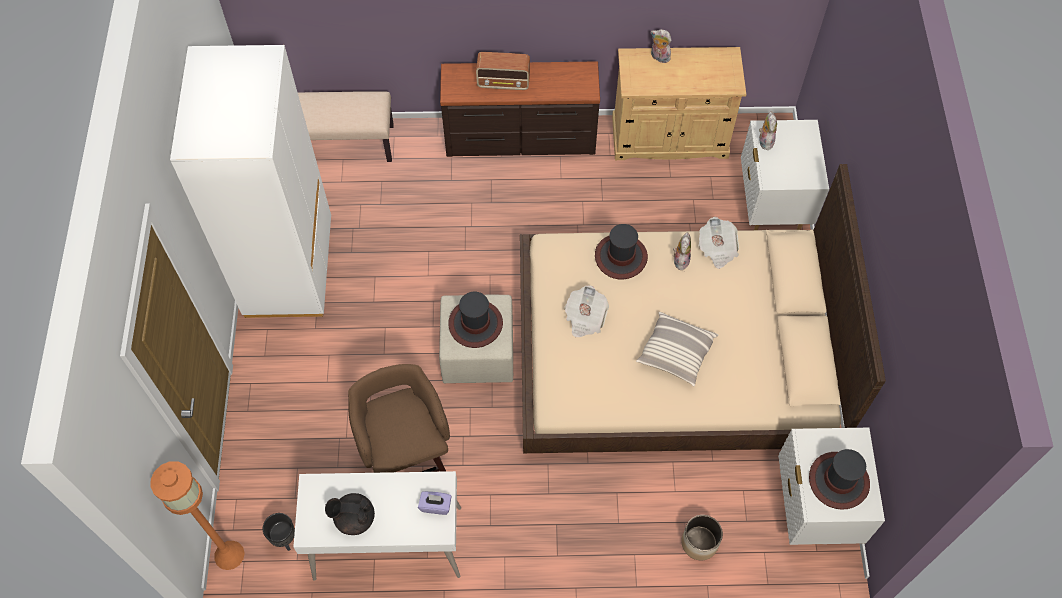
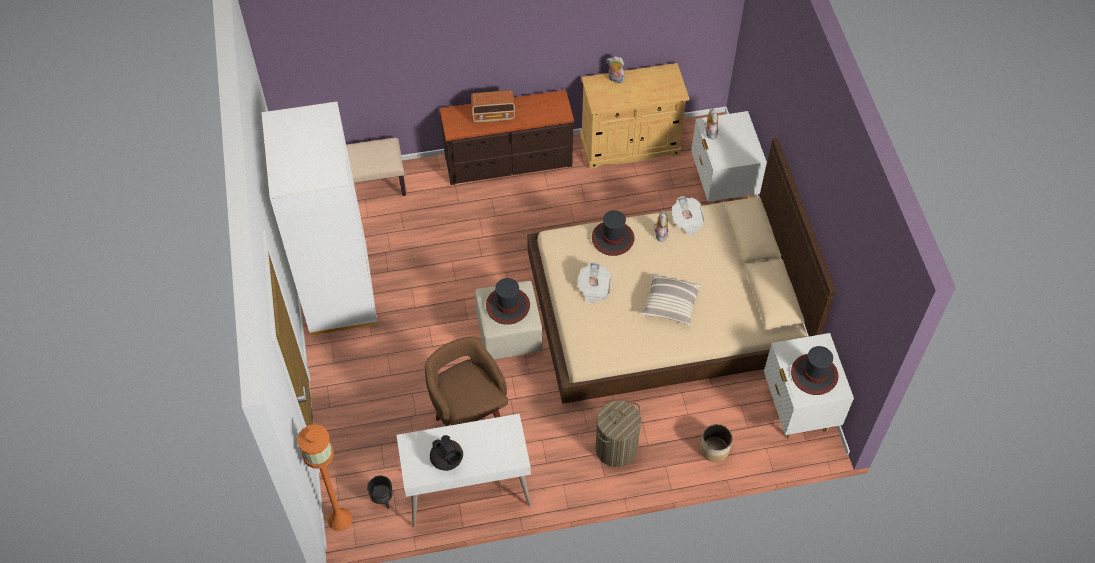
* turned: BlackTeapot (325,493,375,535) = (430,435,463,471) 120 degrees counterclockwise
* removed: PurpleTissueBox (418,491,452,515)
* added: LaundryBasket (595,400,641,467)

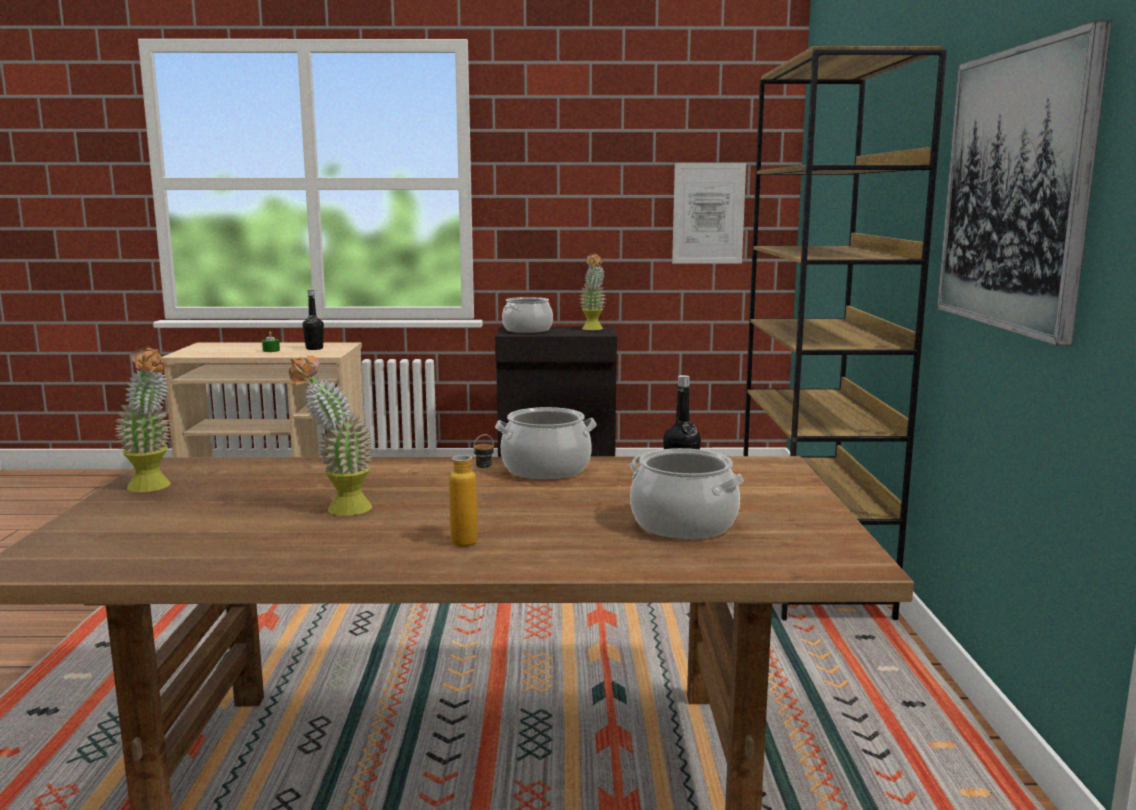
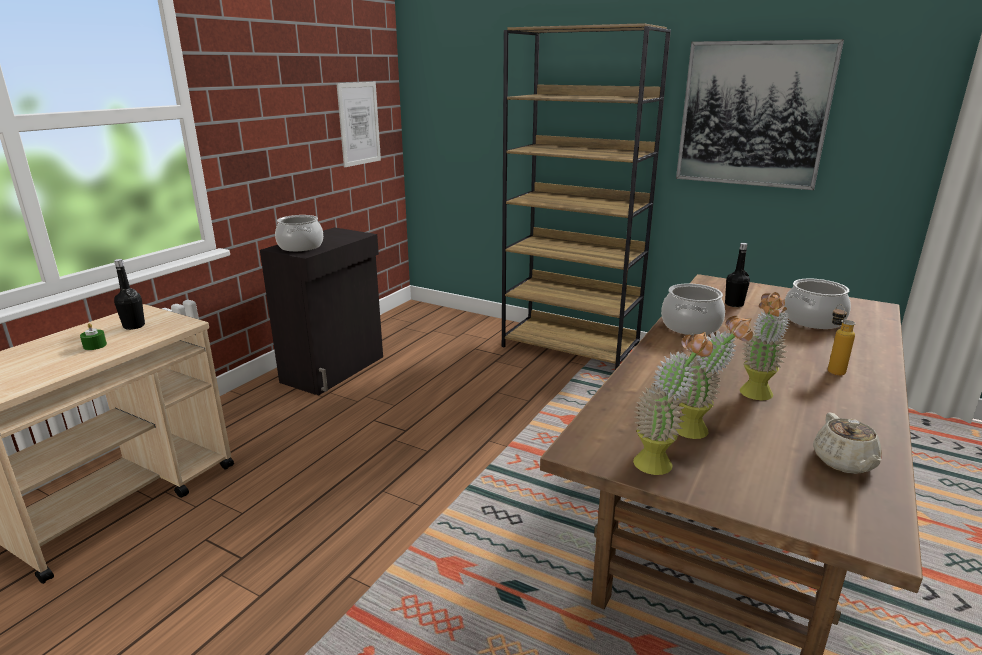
* moved: PottedPlant (579,253,606,330) to (676,316,753,439)
* added: BeigeTeapot (813,413,882,474)

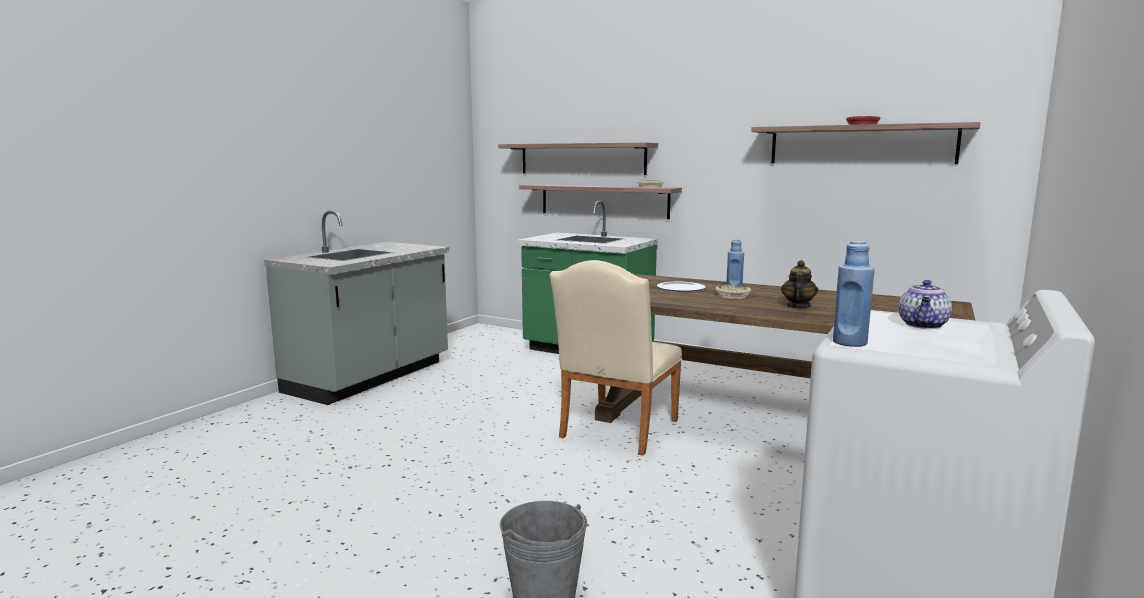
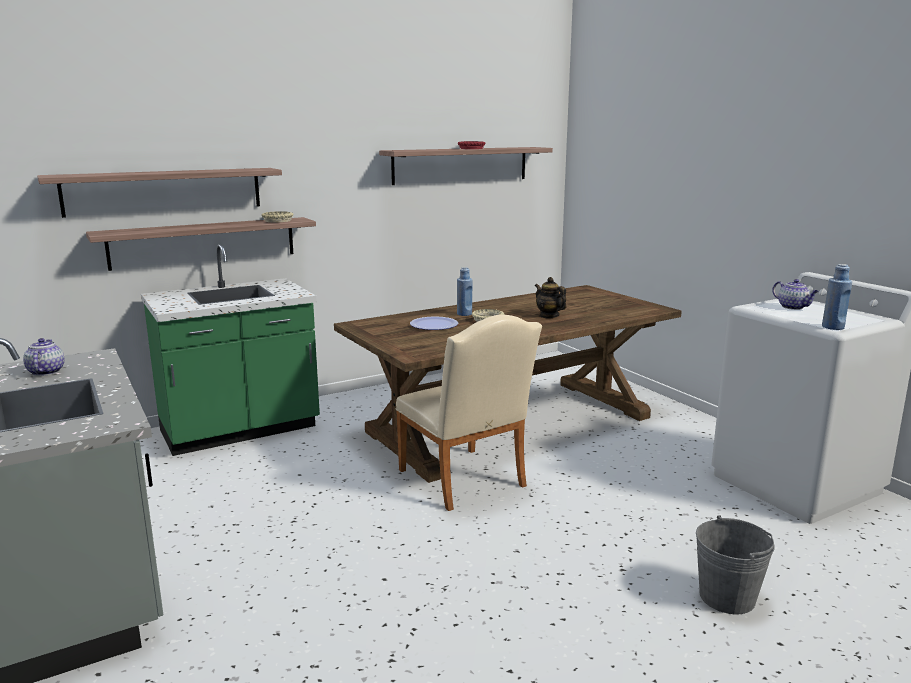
* added: Teapot (23,338,64,376)

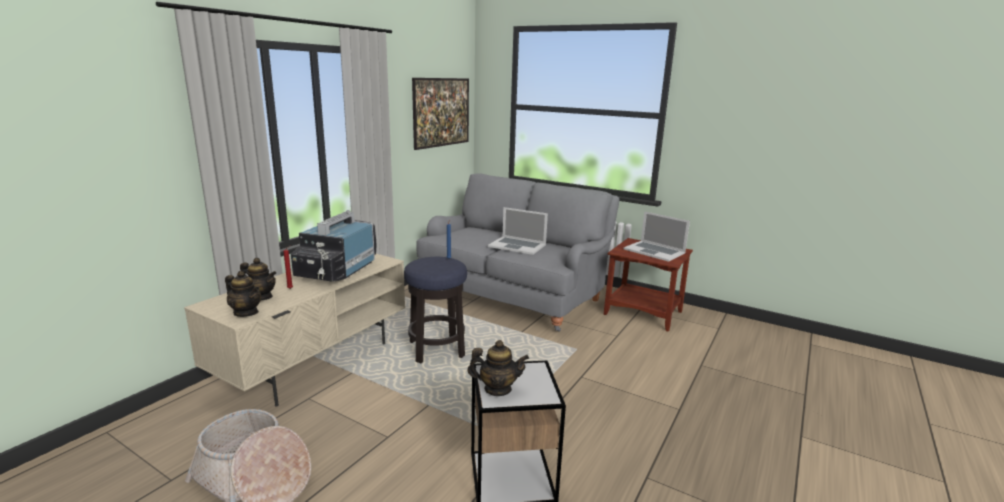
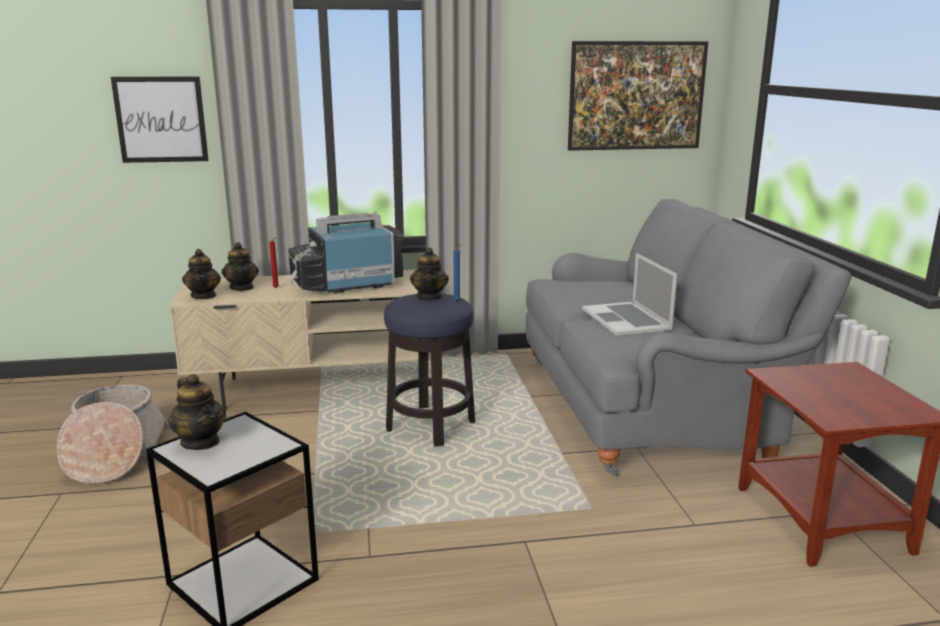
* removed: Laptop (624,211,690,262)
* added: Picture (111,77,209,163)
* added: Teapot (410,247,449,301)

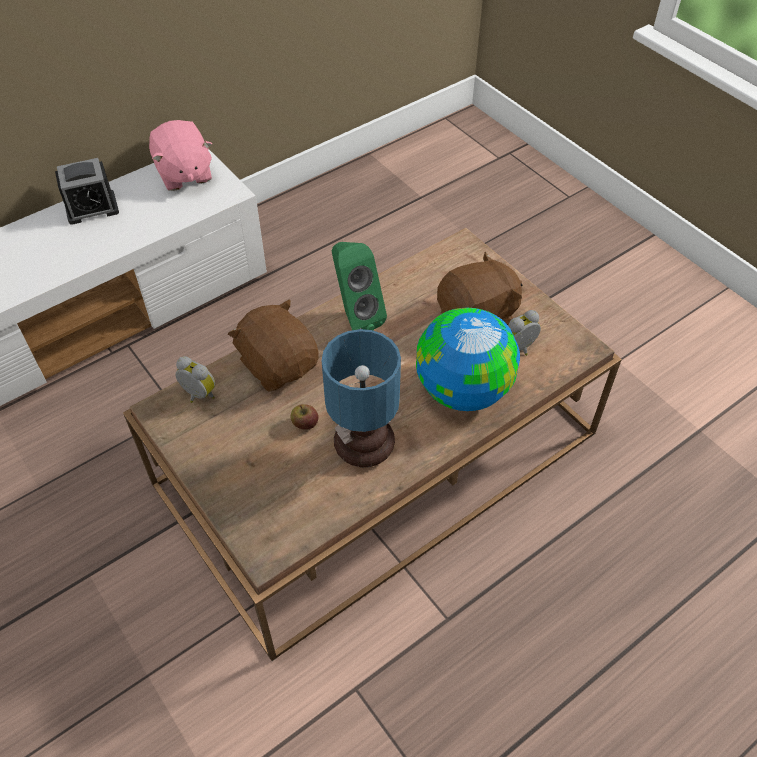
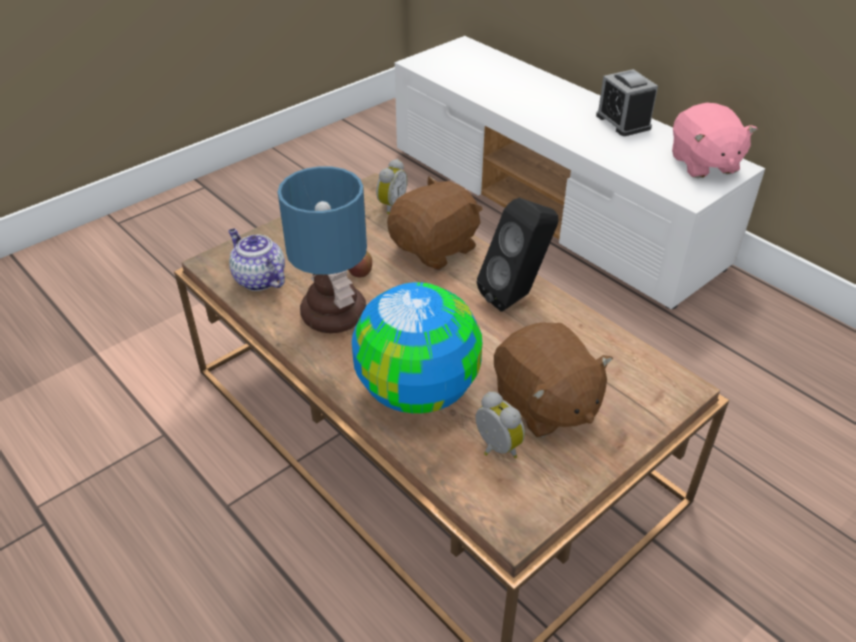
* turned: PinkPlushToy (149,120,212,191) = (672,103,757,178) 75 degrees counterclockwise
* recoloured: GreenSpeaker (332,242,387,330) to BlackSpeaker (477,198,558,312)
* added: Teapot (228,229,285,291)

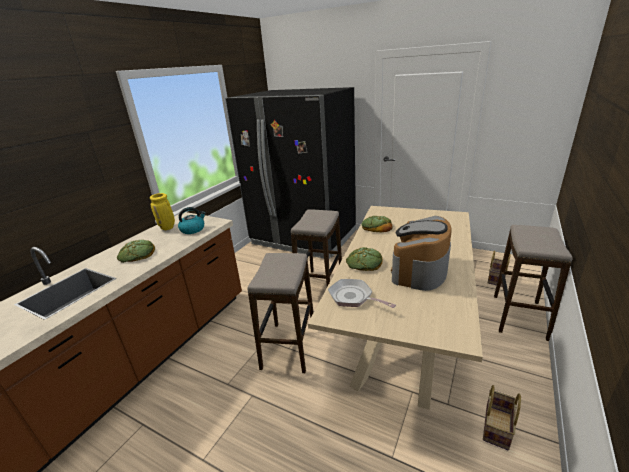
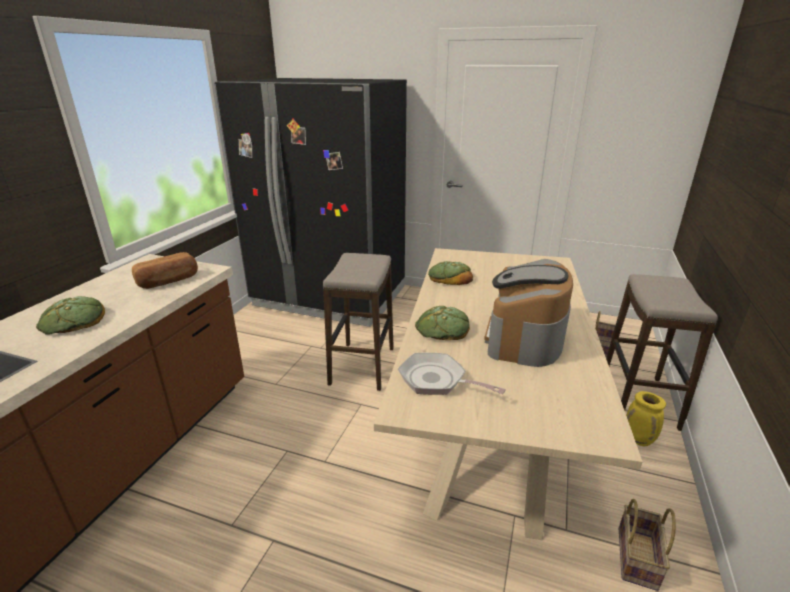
* moved: YellowVase (150,193,175,230) to (626,391,666,446)
* replaced: Kettle (178,207,206,234) to Bread (132,252,198,289)
* removed: Stool (247,253,314,373)

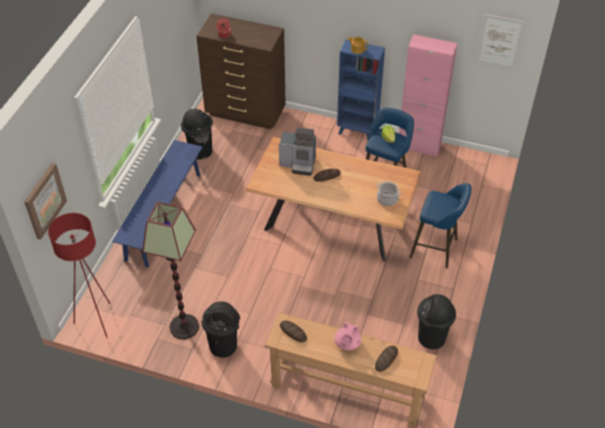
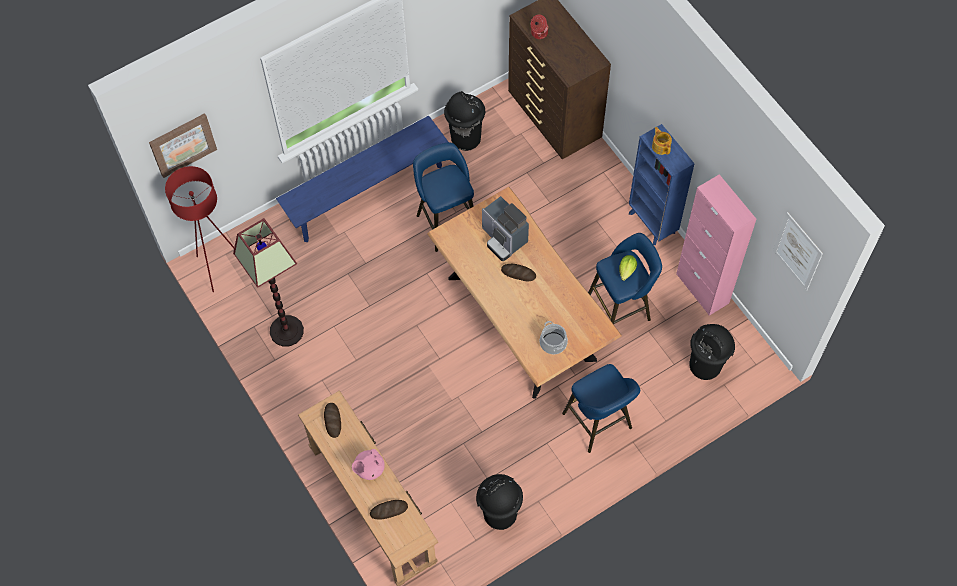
* moved: BlackTrashCan (202,301,240,358) to (689,324,735,380)
* added: BlueStool (413,143,474,252)

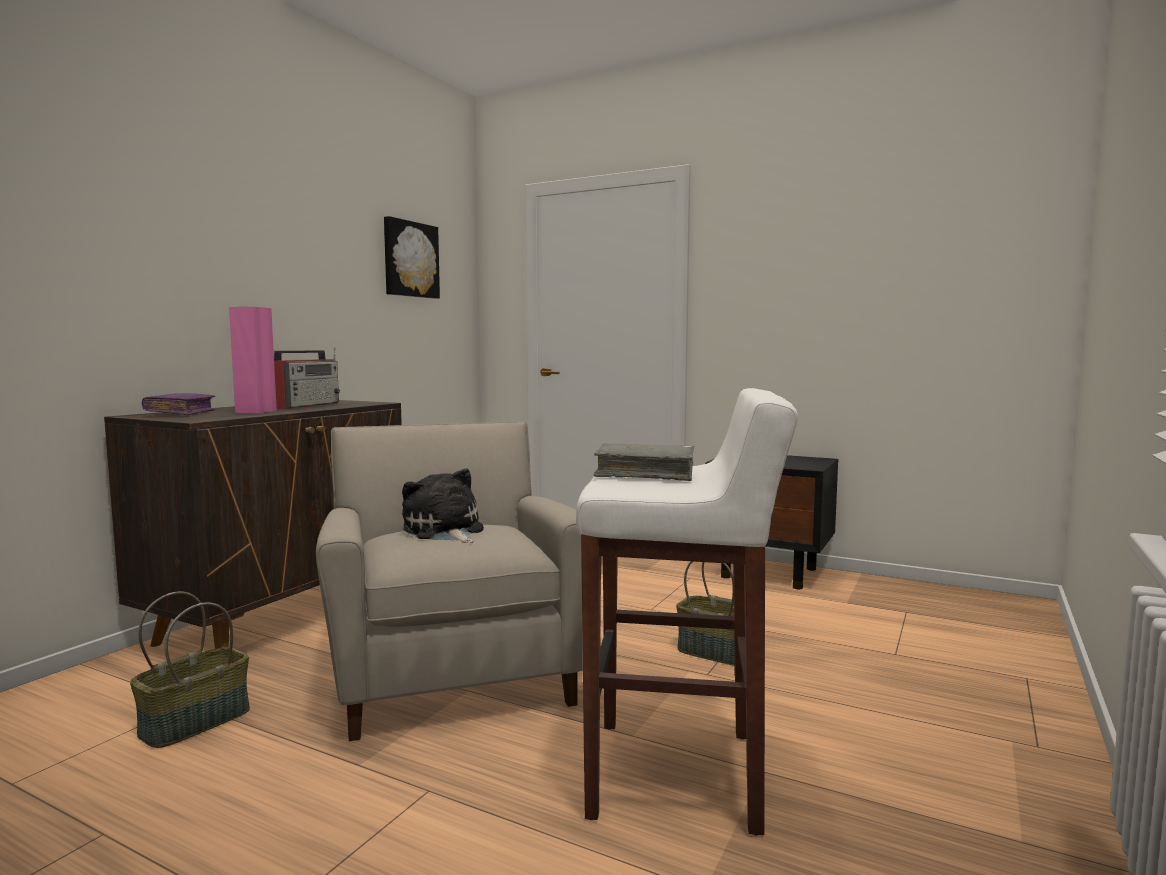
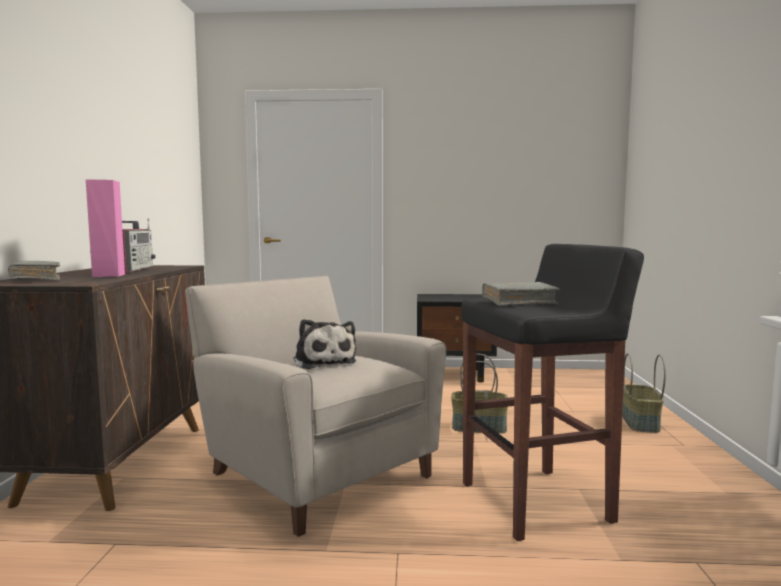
* moved: Basket (130,591,250,748) to (622,353,666,433)
* recoloured: PurpleBook (142,393,215,416) to GreyBook (8,261,60,281)
* removed: Picture (384,216,440,299)
* turned: PlushToy (402,469,484,543) = (293,319,356,369) 150 degrees counterclockwise
* recoloured: WhiteStool (576,388,798,835) to BlackStool (461,244,644,541)

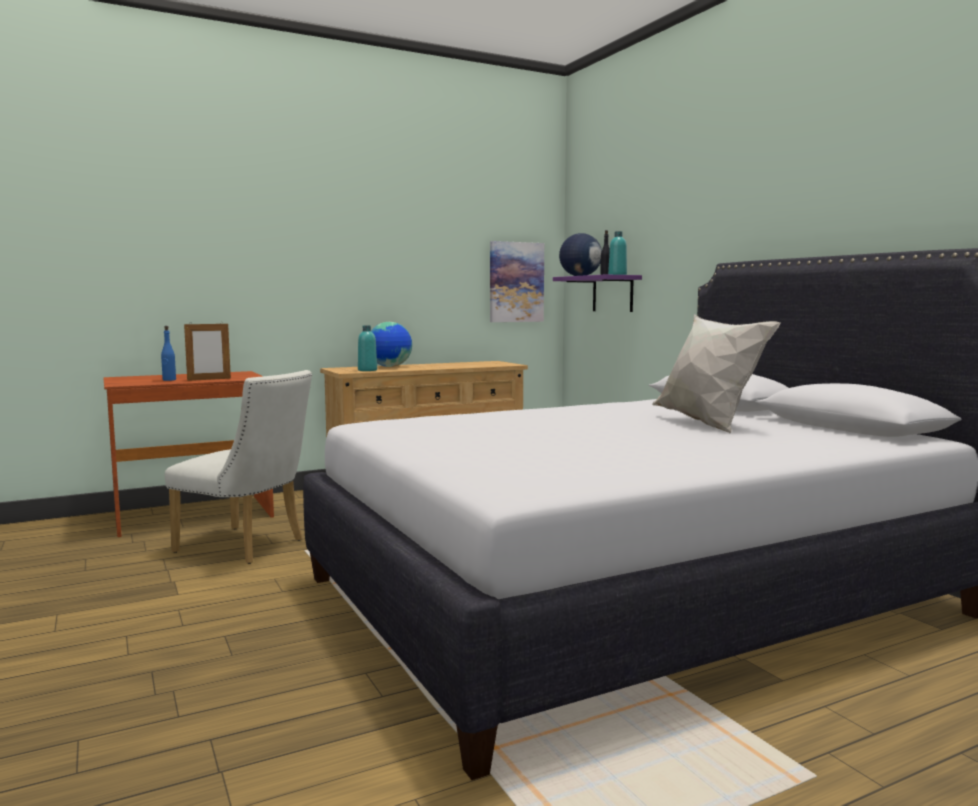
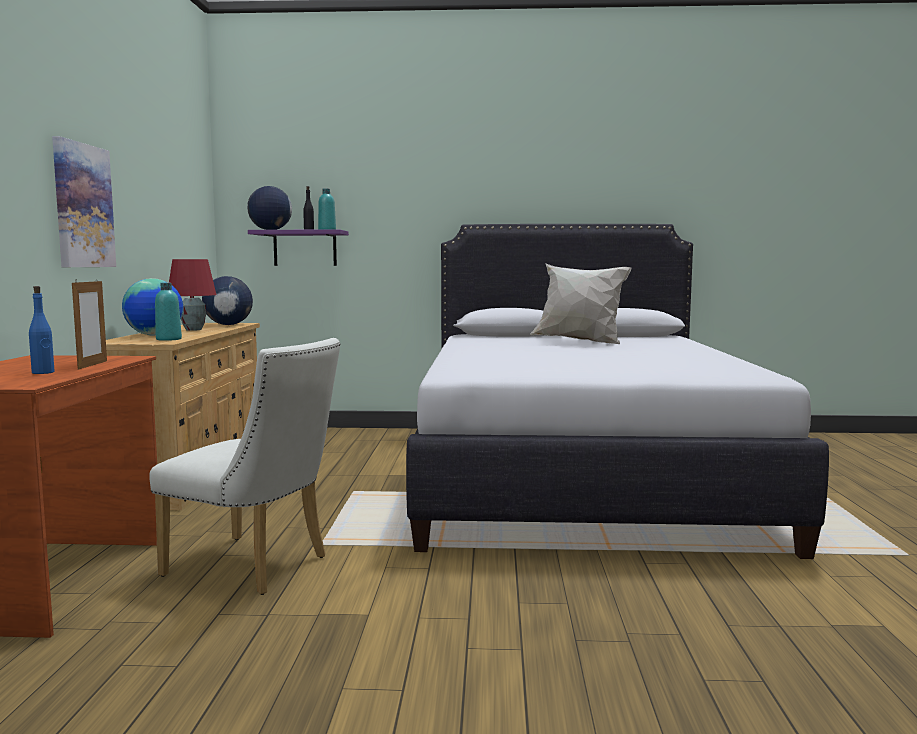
* turned: WhiteChair (165,370,312,564) = (149,338,340,595) 60 degrees clockwise
* moved: Picture (490,241,544,322) to (52,136,116,267)
* added: RedTableLamp (169,259,216,331)
* added: Globe (202,276,253,325)

